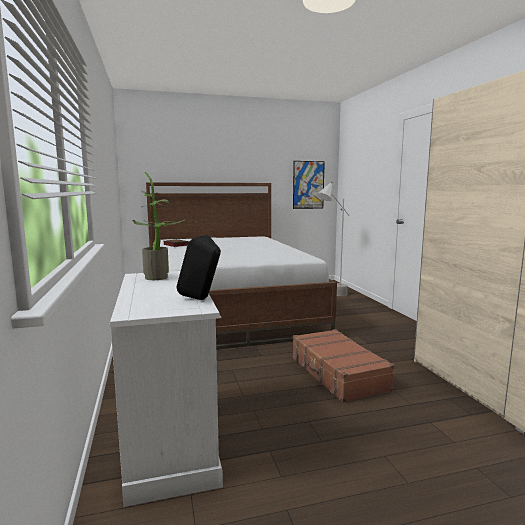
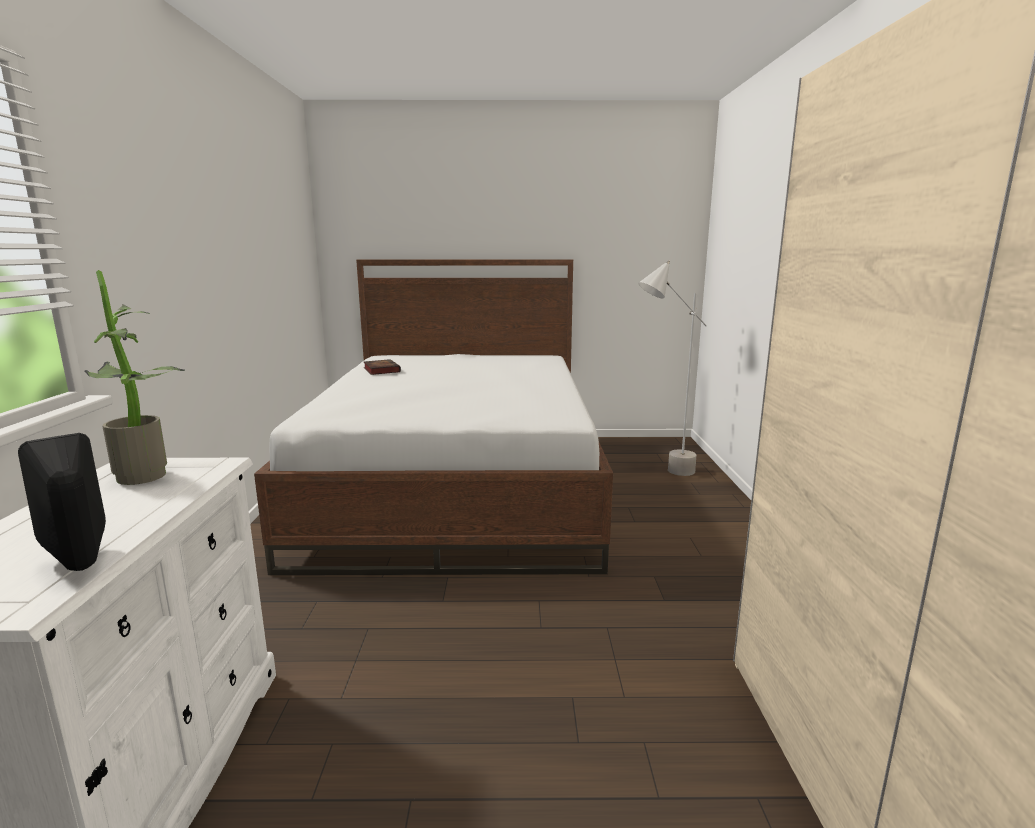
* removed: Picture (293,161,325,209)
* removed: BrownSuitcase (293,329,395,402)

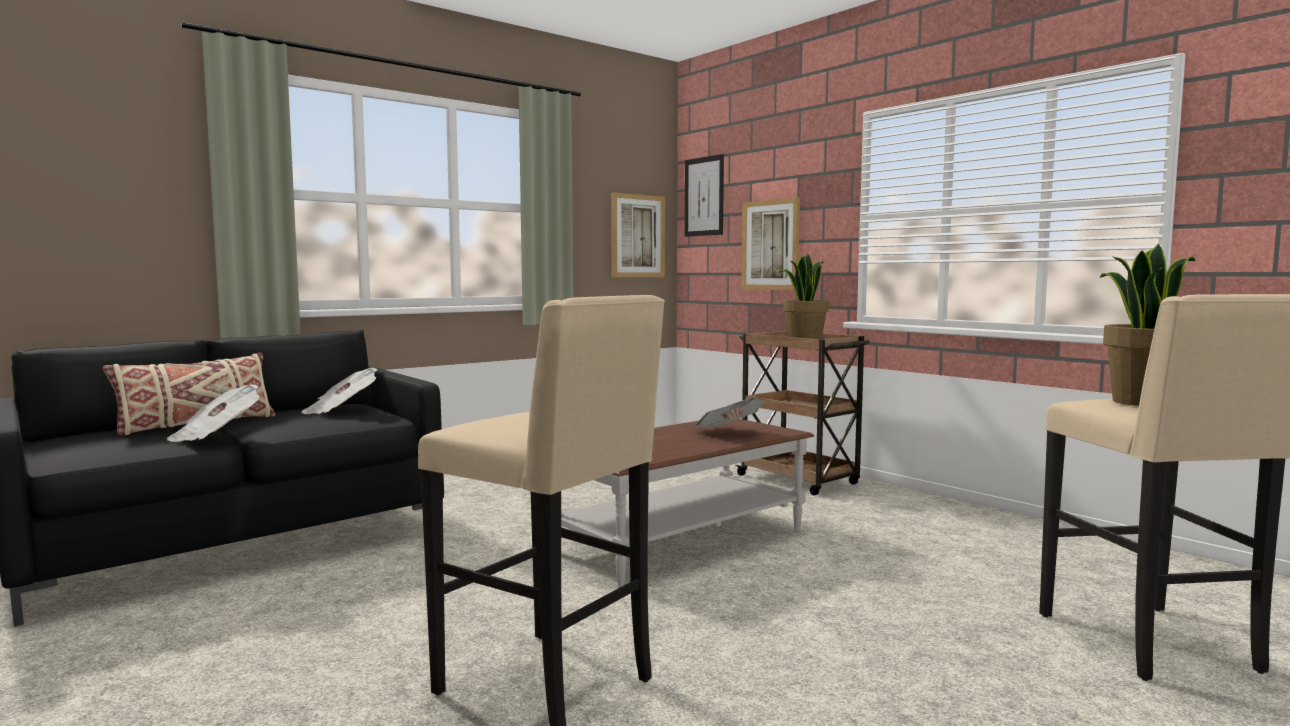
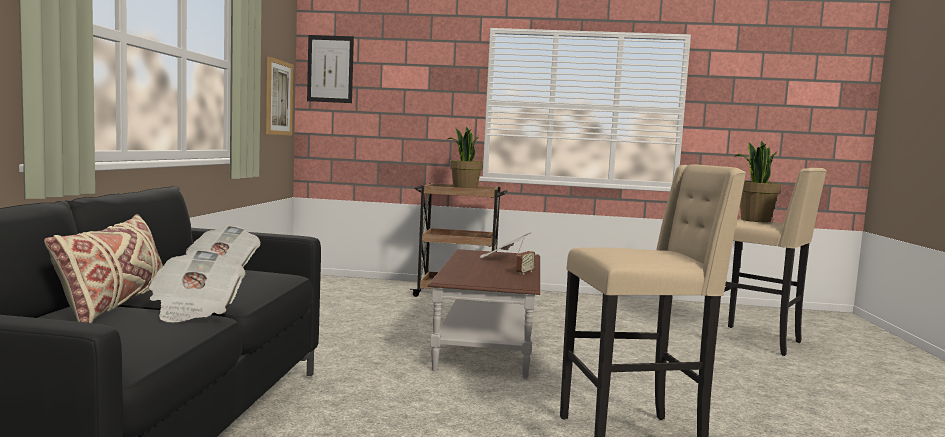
* removed: Picture (741,197,800,290)
* added: Radio (516,237,535,275)

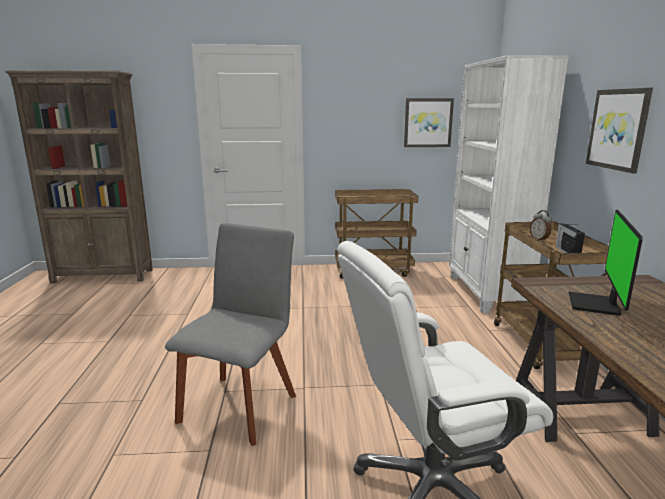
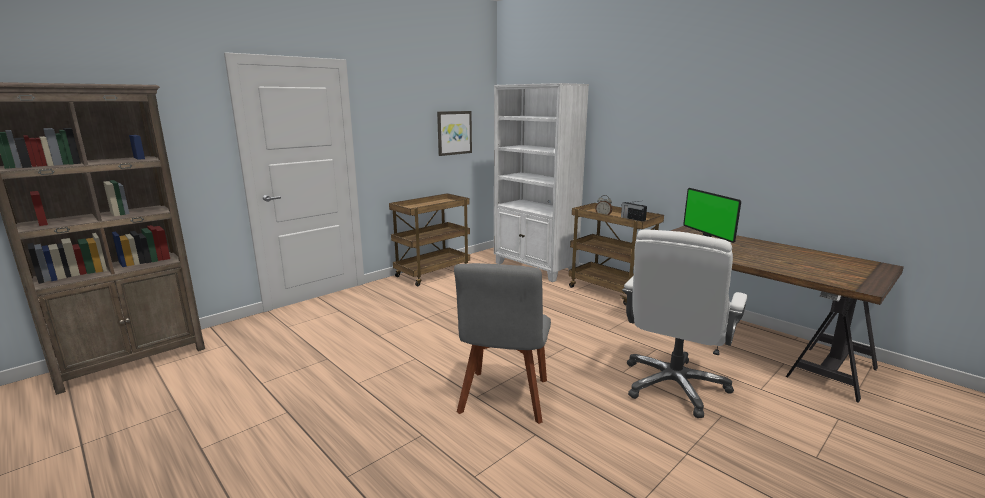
* turned: GreyChair (165,223,296,446) = (454,263,551,424) 150 degrees counterclockwise
* removed: Picture (586,88,653,174)

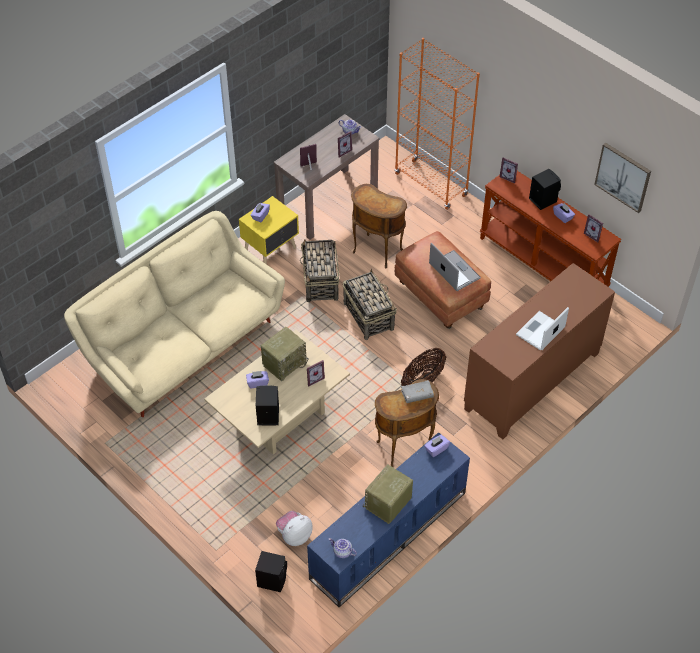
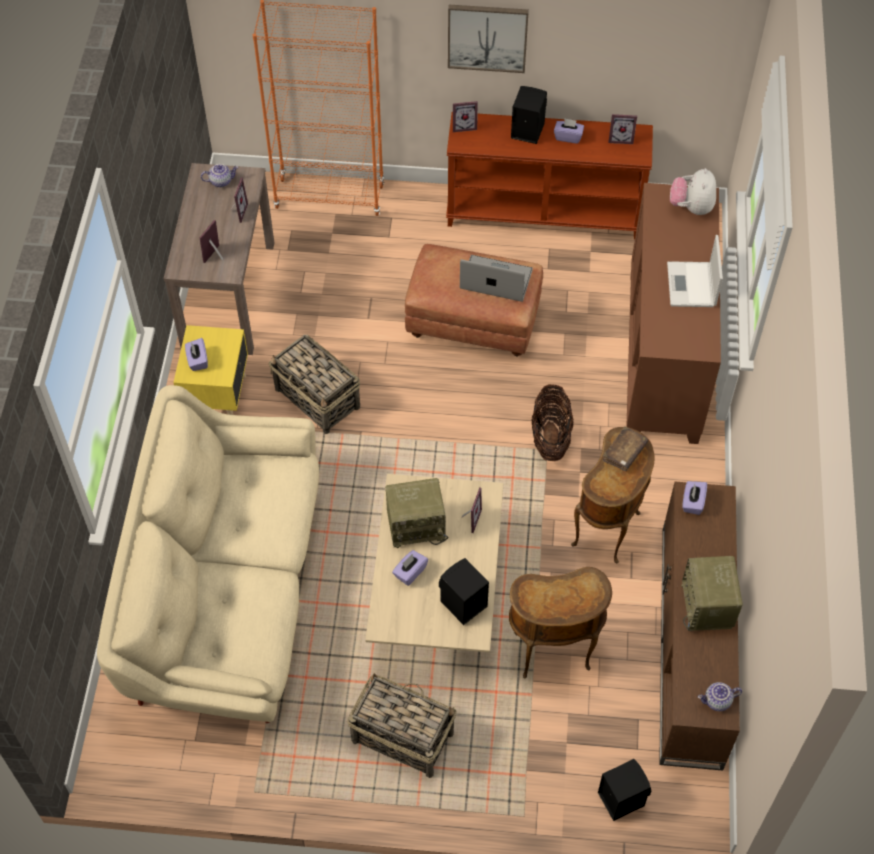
* turned: Radio (261,327,309,381) = (385,478,448,548) 75 degrees clockwise
* moved: PlushToy (276,511,313,546) to (670,168,716,215)
* recoloured: BlueTvStand (307,432,470,607) to BrownTvStand (659,482,740,770)
* moved: Basket (343,269,397,340) to (347,673,457,778)
* moved: BrownSideTable (351,184,407,268) to (509,567,612,679)
* recoloured: GreyBook (401,380,434,403) to BrownBook (603,426,648,471)
* moved: Picture (594,143,651,213) to (448,5,529,73)

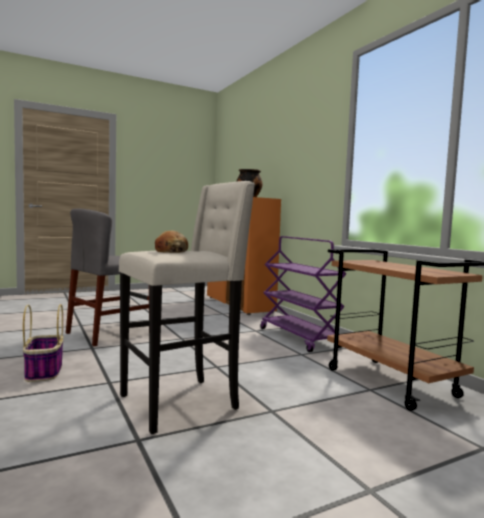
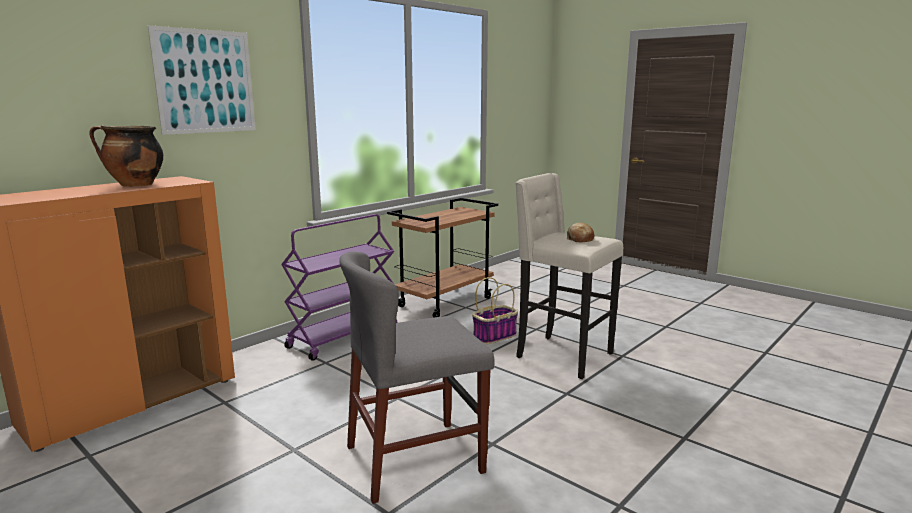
* moved: Basket (23,304,64,382) to (472,277,518,344)
* turned: GreyChair (66,208,149,346) = (339,251,495,504) 135 degrees clockwise
* added: Picture (148,25,256,135)

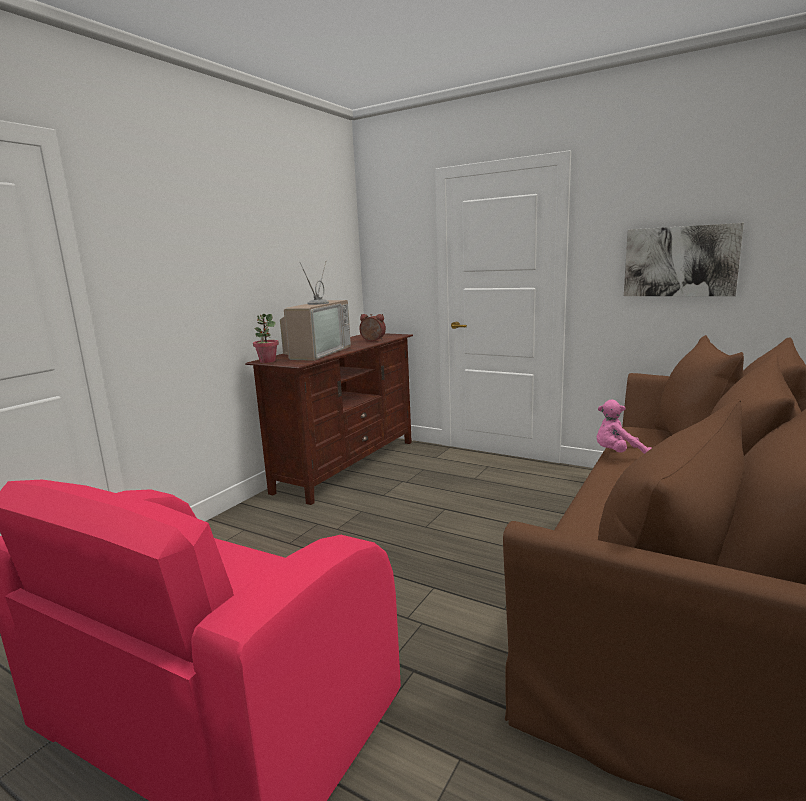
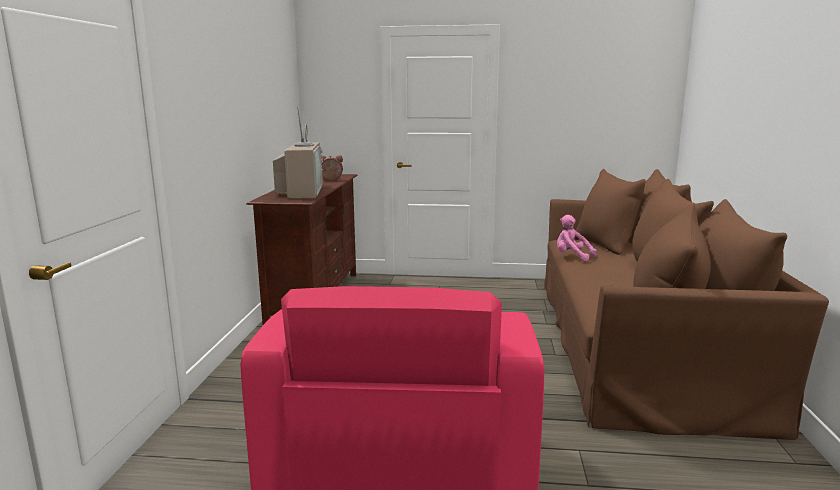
* removed: PottedPlant (253,314,279,363)
* turned: PinkPlushToy (596,400,652,454) = (557,215,597,262) 60 degrees clockwise
* removed: Picture (624,223,744,296)

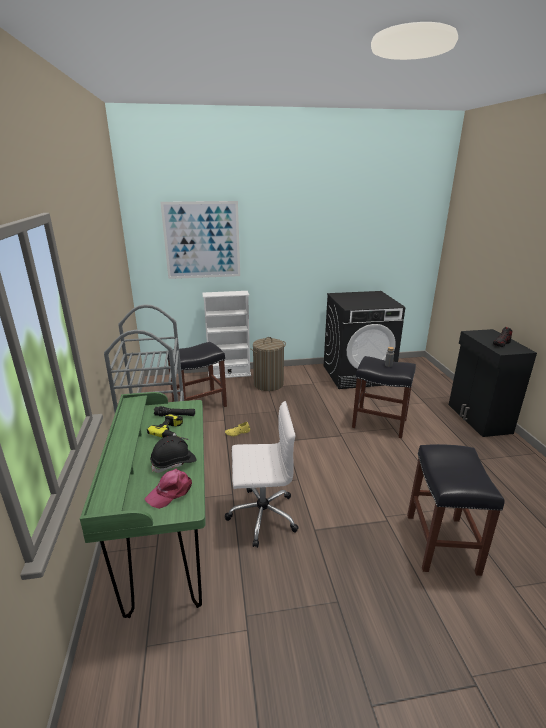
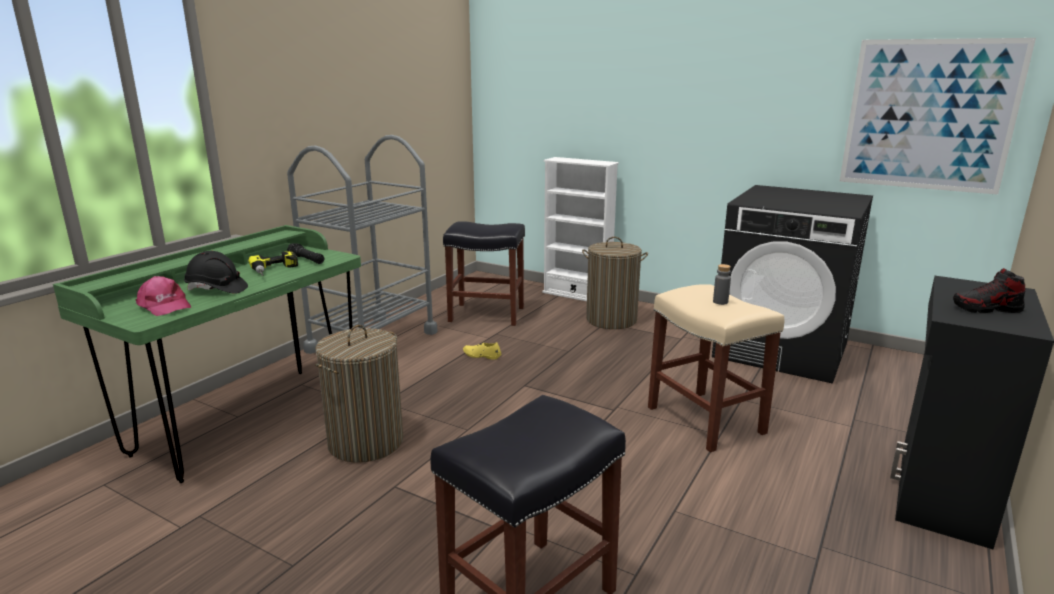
* turned: PinkCap (145,469,192,509) = (135,276,191,316) 135 degrees counterclockwise
* moved: Picture (160,201,240,279) to (840,38,1036,195)
* replaced: WhiteOfficeChair (225,401,299,548) to LaundryBasket (315,325,403,463)
* recoloured: BlackStool (352,356,416,438) to BeigeStool (648,284,784,452)

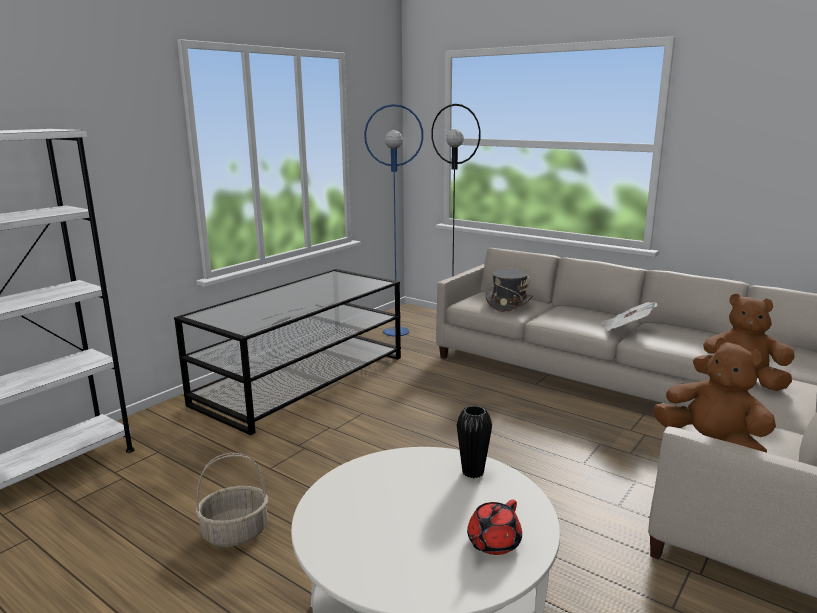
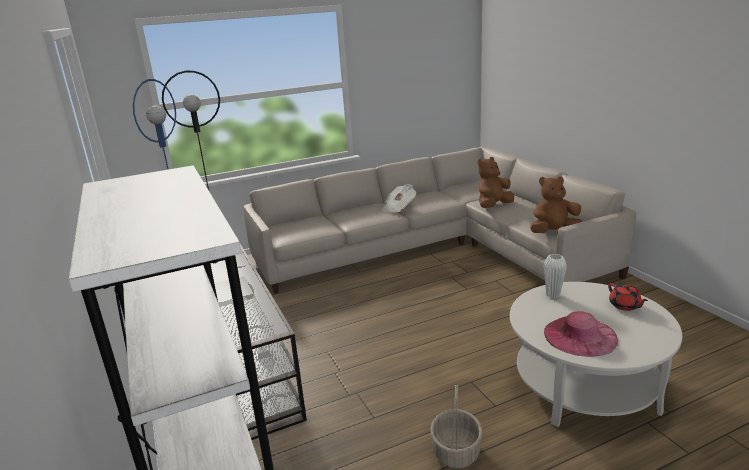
* recoloured: BlackVase (457,406,492,478) to WhiteVase (544,254,567,298)
* removed: GreyHat (485,269,533,312)
* added: PinkHat (544,311,618,357)

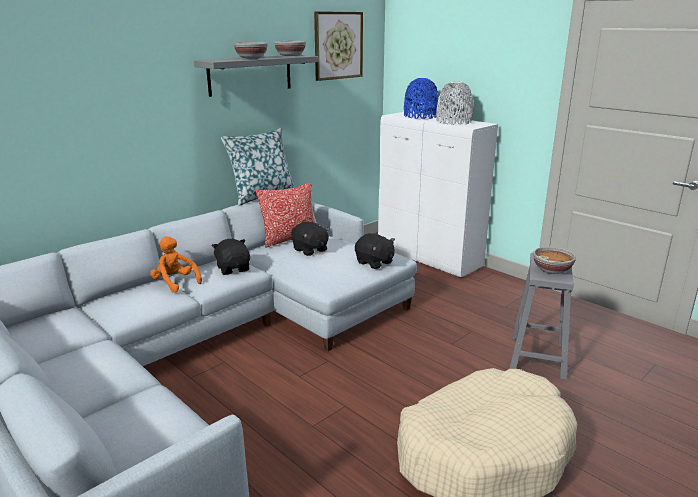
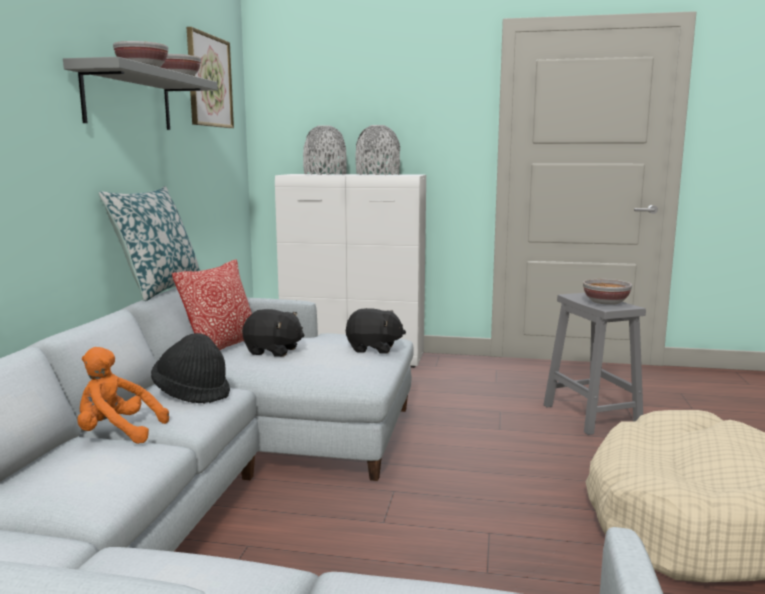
* replaced: BlackPlushToy (211,239,250,275) to BlackHat (151,333,230,404)
* recoloured: BlueVase (404,78,438,119) to GreyVase (303,125,347,175)

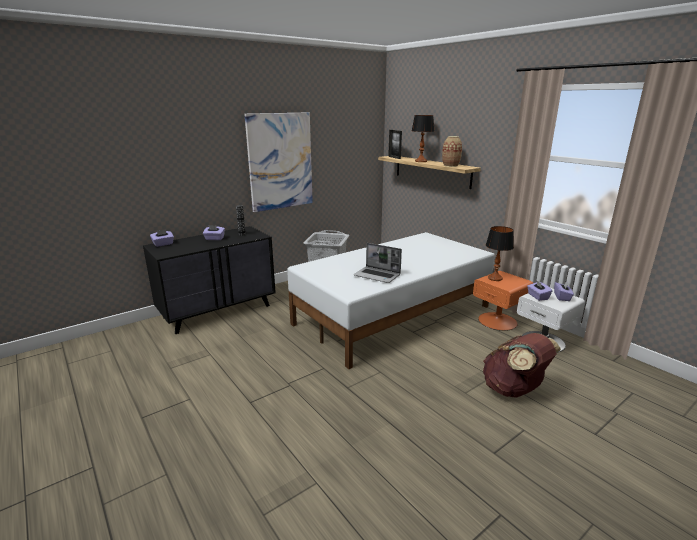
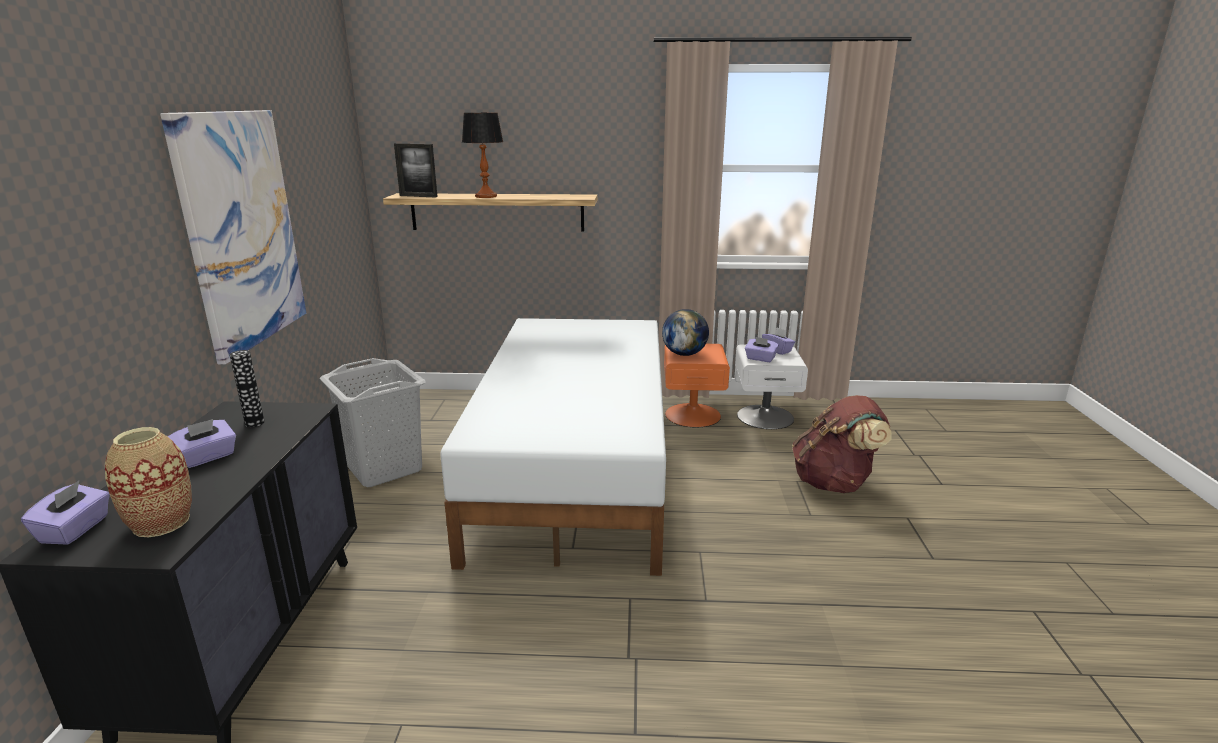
* removed: Laptop (354,243,402,283)
* moved: Vase (442,136,462,167) to (105,427,192,537)
* replaced: TableLamp (486,226,514,281) to Globe (662,309,709,356)

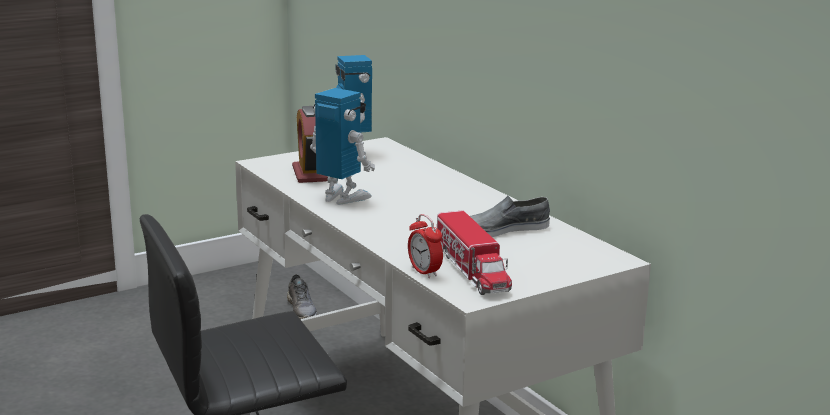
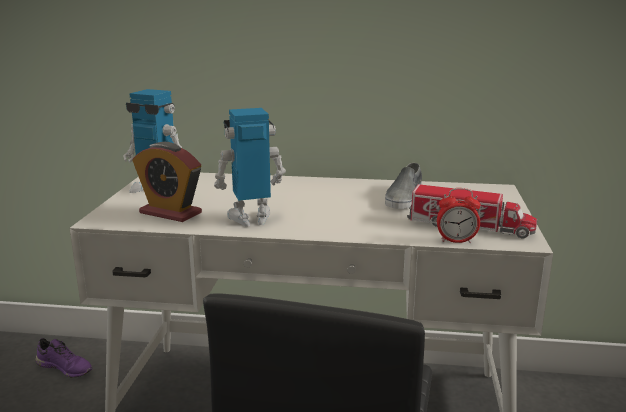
* recoloured: GreyShoe (287,274,317,319) to PurpleShoe (35,338,92,377)

